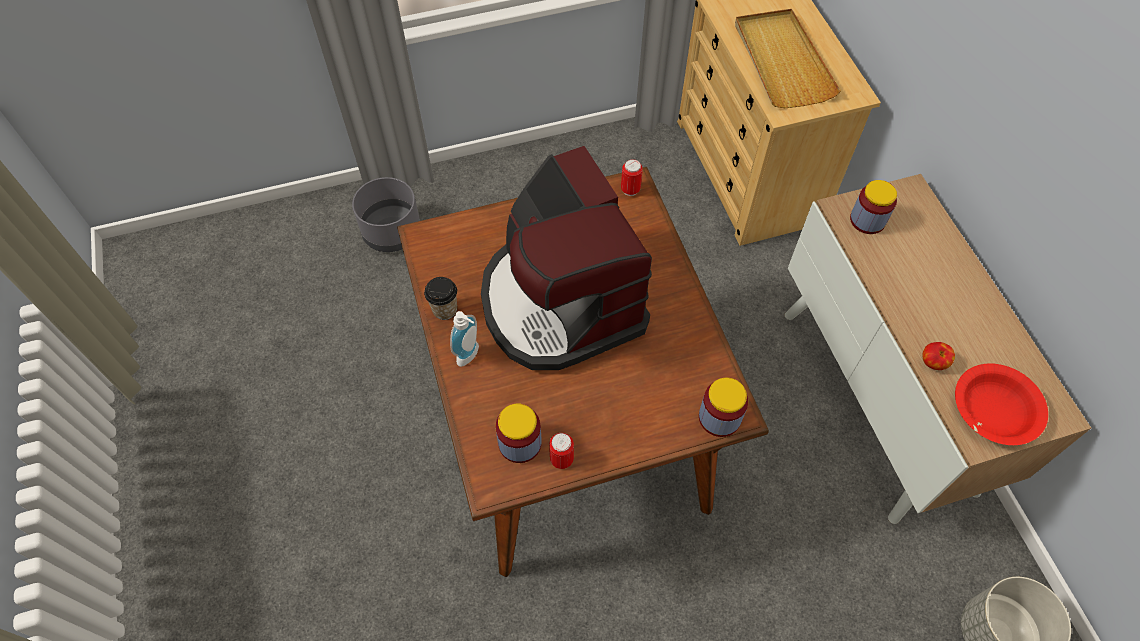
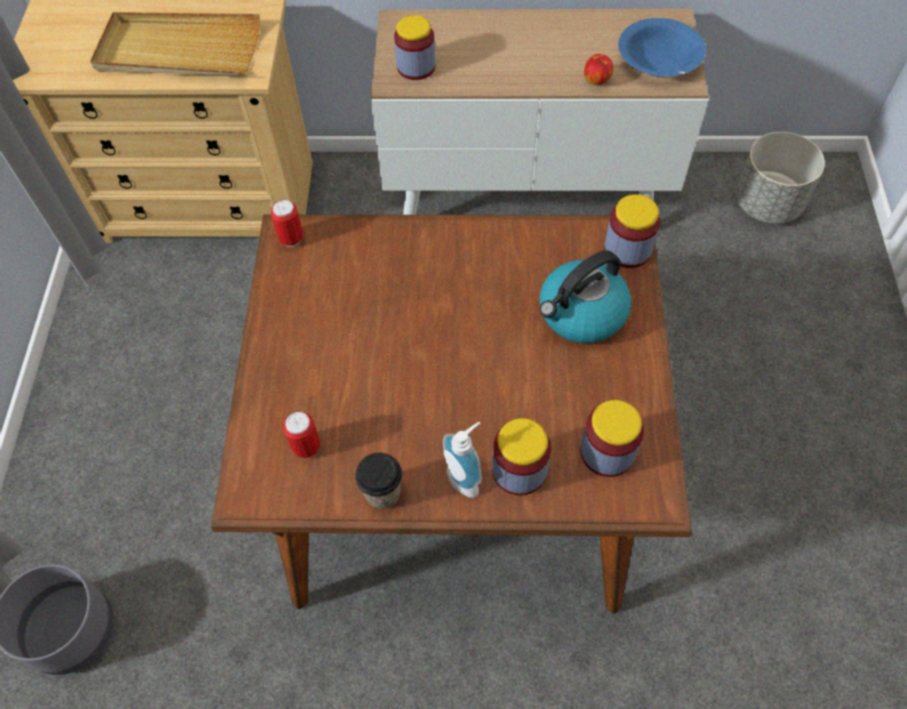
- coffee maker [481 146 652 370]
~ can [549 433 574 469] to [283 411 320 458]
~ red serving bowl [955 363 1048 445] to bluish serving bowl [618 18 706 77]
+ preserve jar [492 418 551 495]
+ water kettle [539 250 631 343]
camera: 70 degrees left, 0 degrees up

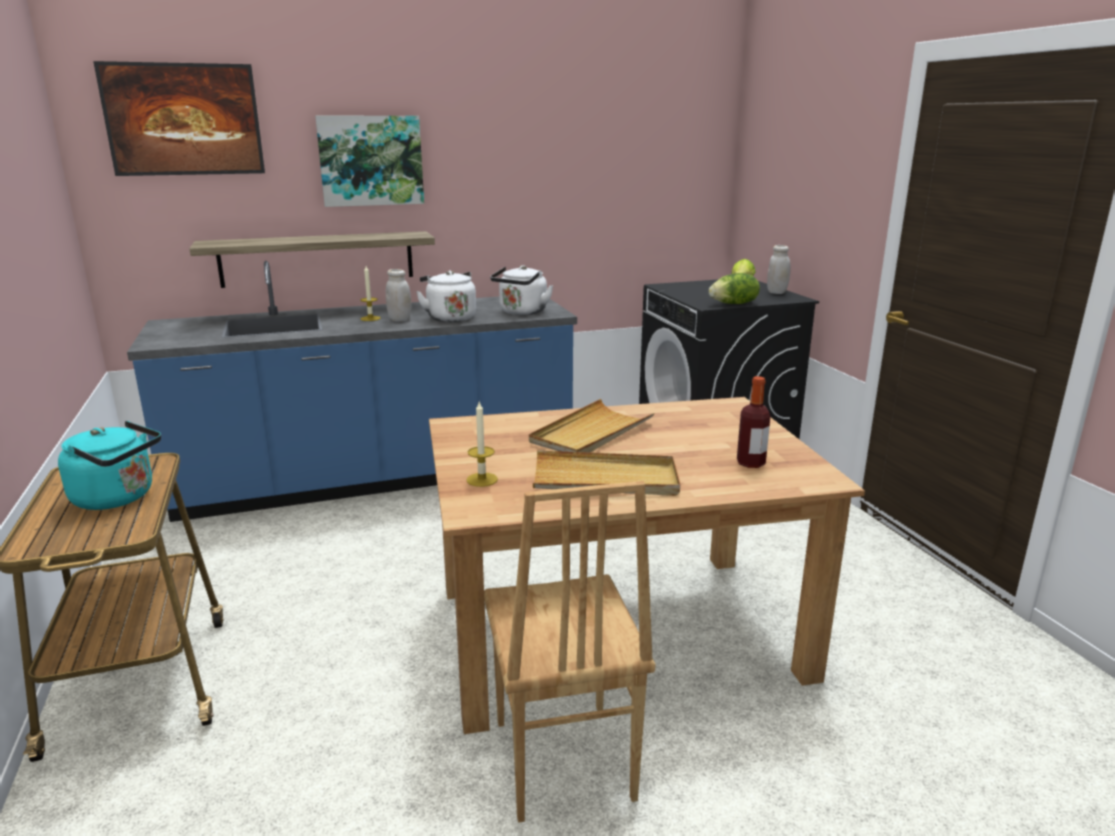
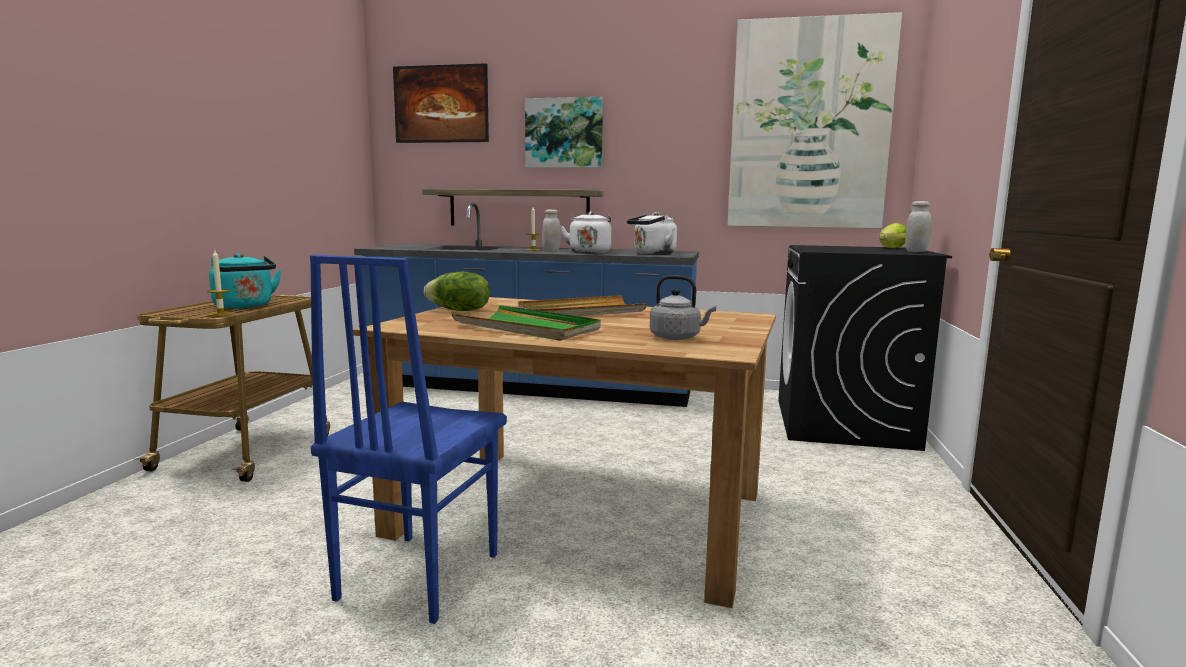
~ wax candle [466 402 498 487] to [207 250 234 316]
~ brown upright chair [484 481 656 822] to bluish upright chair [310 255 507 624]
~ beige-coloured serving tray [533 450 680 496] to green-coloured serving tray [452 305 601 341]
~ lettuce [709 273 760 304] to [424 272 490 311]
~ drink bottle [737 376 770 468] to gray water kettle [650 275 716 340]
+ wall picture [727 12 902 228]
camera: 30 degrees right, 10 degrees down

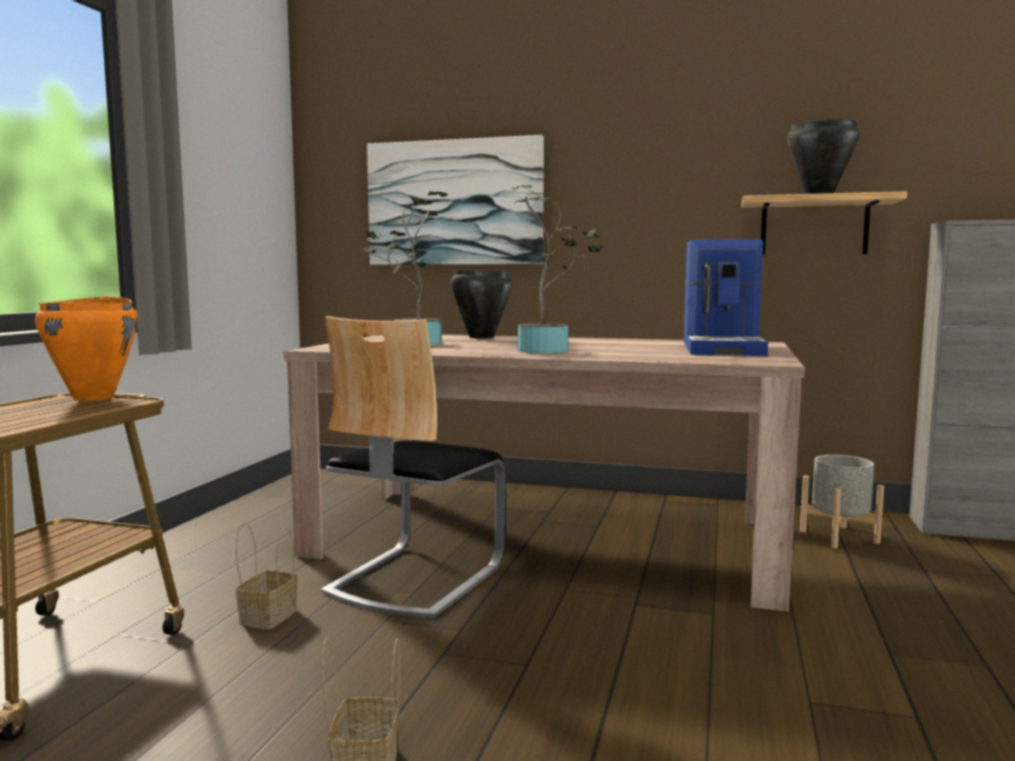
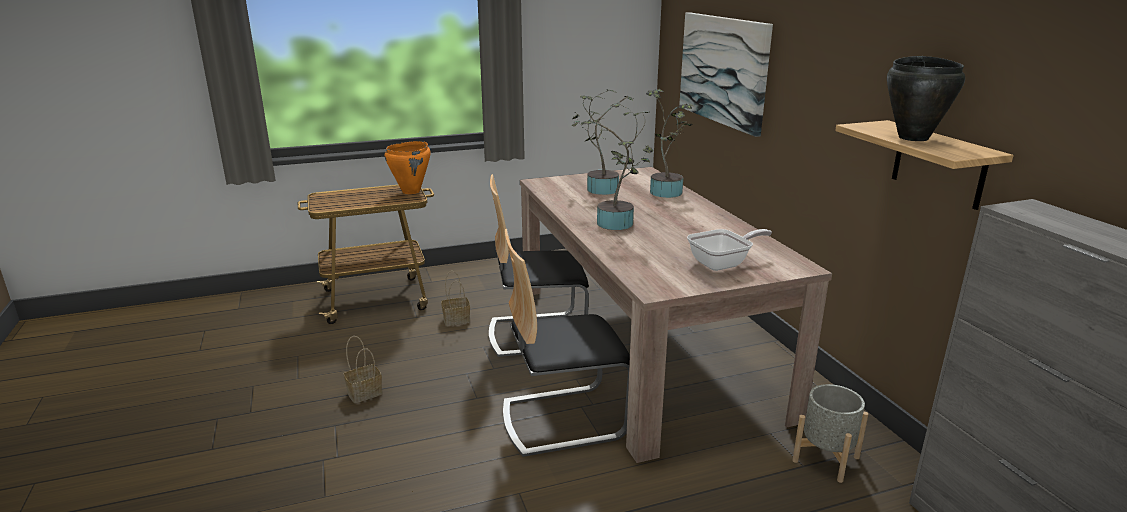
~ black stockpot [451 269 512 339] to potted plant [646 89 695 198]
~ coffee maker [684 239 768 356] to skillet [687 229 772 271]
+ upright chair [503 229 630 457]
camera: 55 degrees right, 15 degrees up

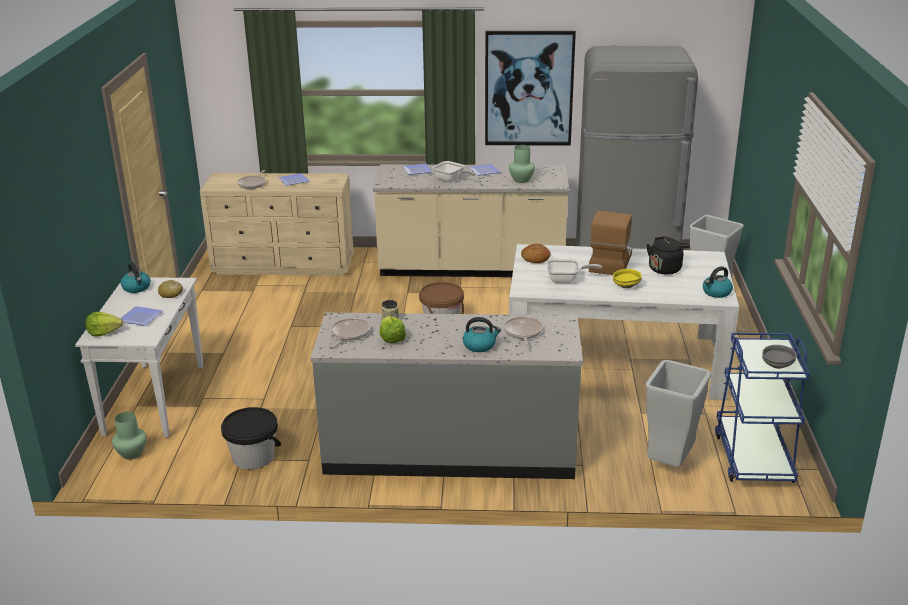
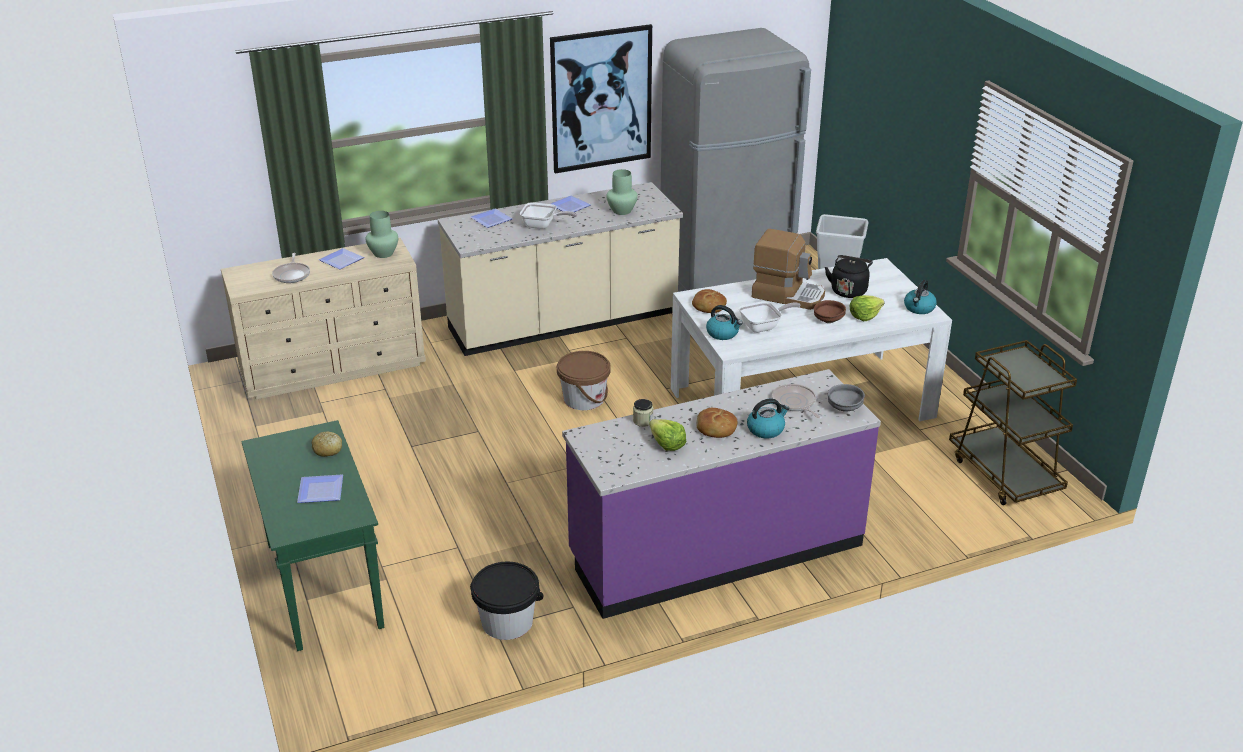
~ white hall table [75 277 203 437] to green-coloured hall table [241 420 384 651]
~ lettuce [86 312 123 337] to [850 295 885 321]
~ green-coloured decorative vase [112 412 147 459] to [366 211 398 258]
~ water kettle [121 262 150 293] to [706 305 743 340]
~ gray kitchen base unit [310 313 583 479] to purple-coloured kitchen base unit [562 369 881 619]
- skillet [328 318 370 345]
~ coffee maker [589 211 632 275] = [752 229 825 310] 120 degrees clockwise
~ yellow-coloured serving bowl [613 269 642 288] to brown serving bowl [814 300 846 323]
- gray rubbish bin [645 360 711 467]
~ bluish trolley [715 333 810 483] to brown trolley [949 340 1077 505]
~ gray serving bowl [762 345 797 369] to [828 384 865 412]
+ bread [697 408 738 438]
camera: 25 degrees left, 5 degrees up

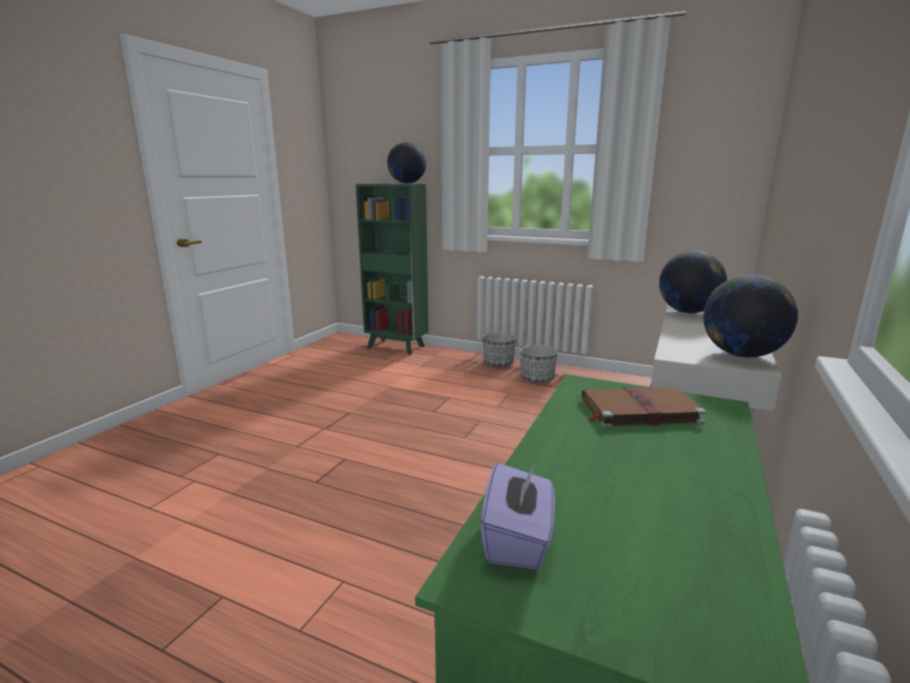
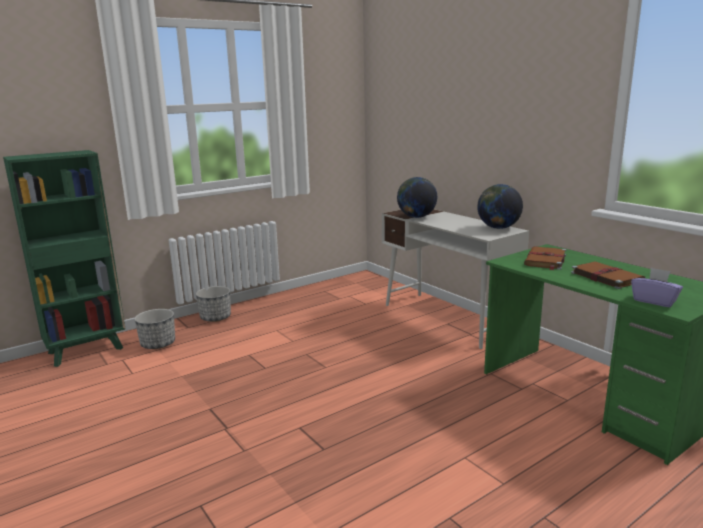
- world globe [387 142 426 184]
~ plant pot [520 345 558 383] to [134 309 175 349]
+ brown bound book [571 261 645 289]
camera: 60 degrees left, 0 degrees up

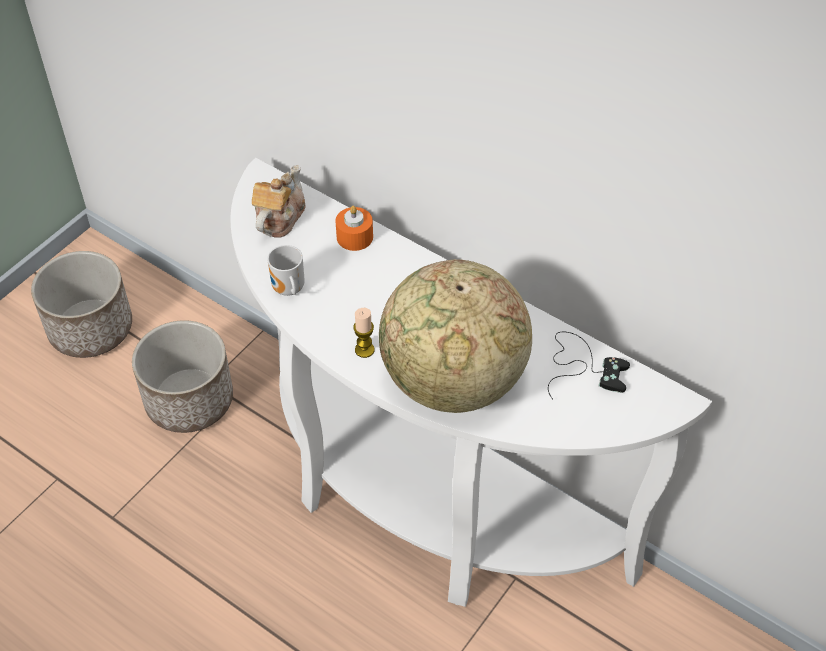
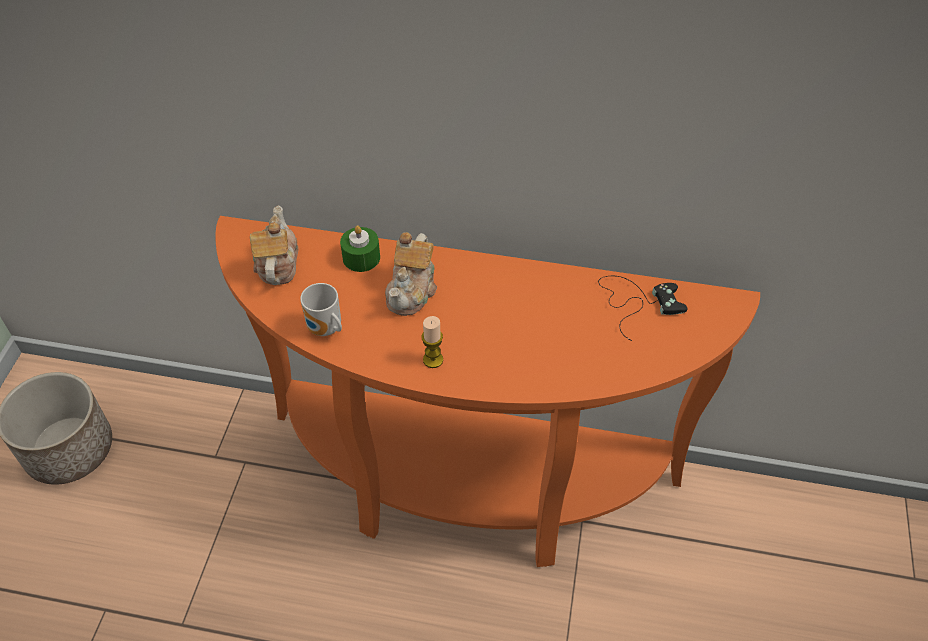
- plant pot [132 320 233 433]
~ white hall table [230 158 712 607] to orange hall table [215 216 760 567]
~ orange wax candle [335 206 373 251] to green-coloured wax candle [340 225 380 272]
- world globe [379 259 532 413]
+ tea pot [385 232 437 316]
camera: 25 degrees left, 0 degrees up

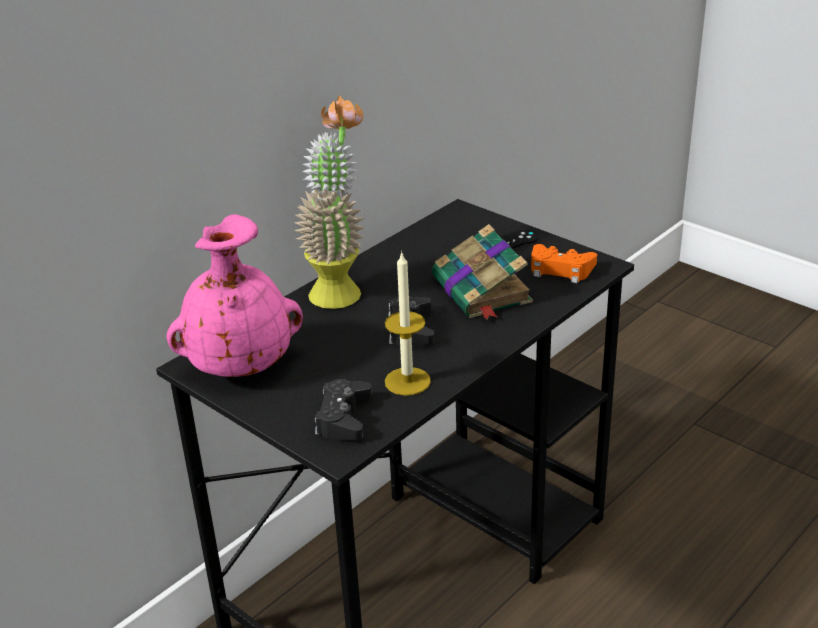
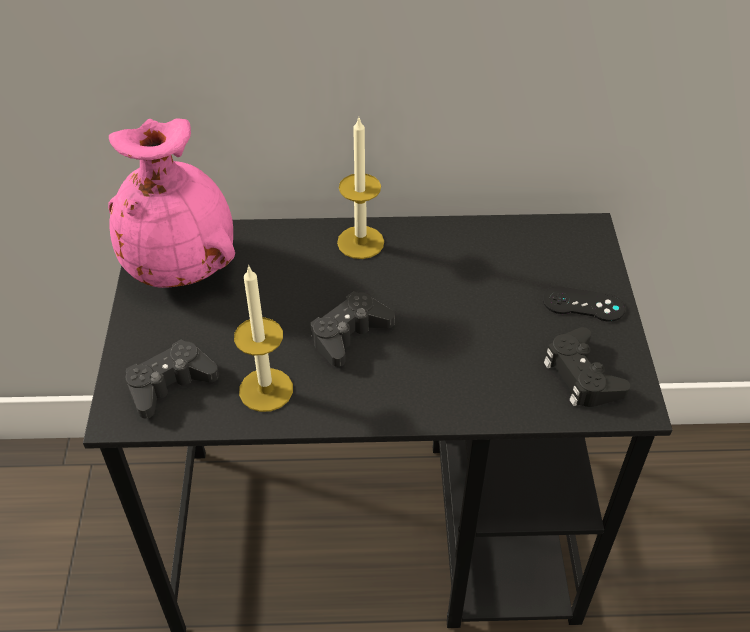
~ potted plant [294 96 365 309] to wax candle [337 118 384 259]
- bound book [432 224 533 320]
~ orange game controller [531 244 597 283] to black game controller [544 327 630 407]
camera: 45 degrees right, 15 degrees up

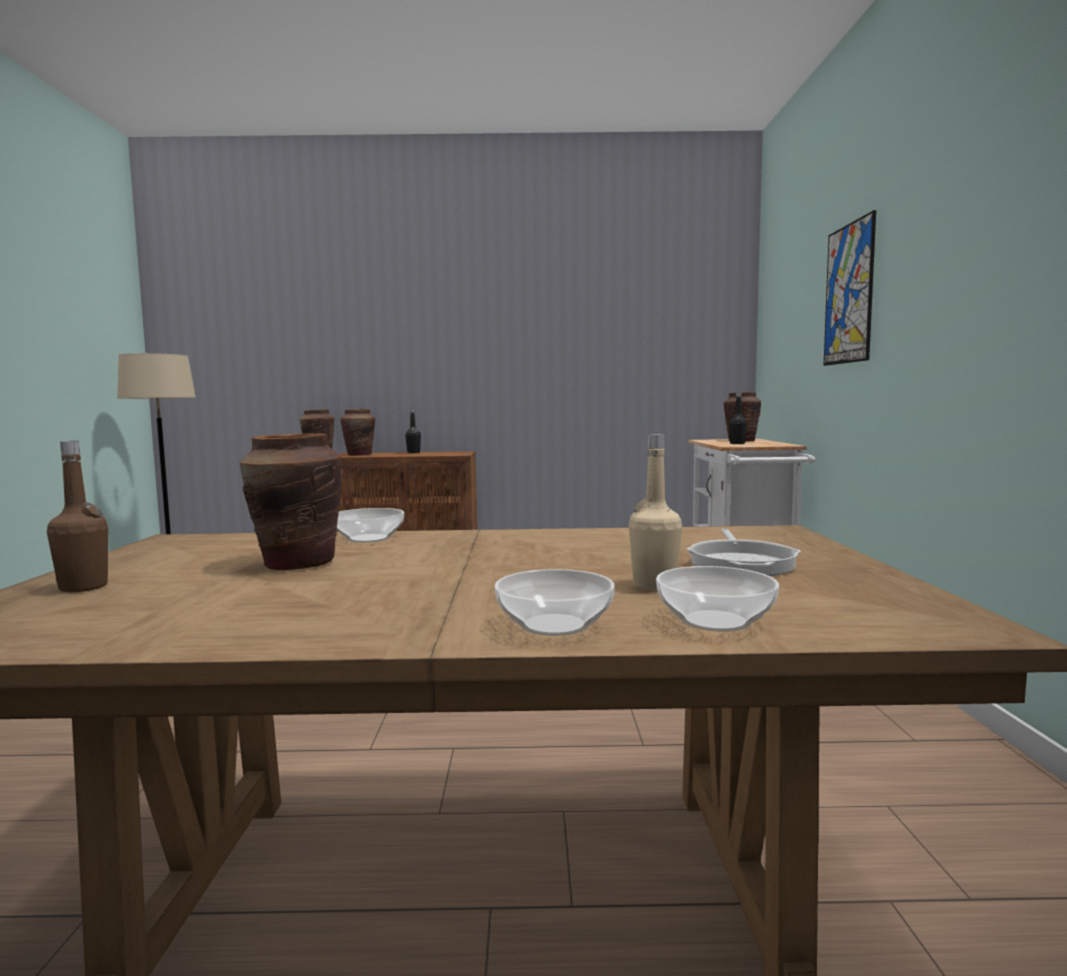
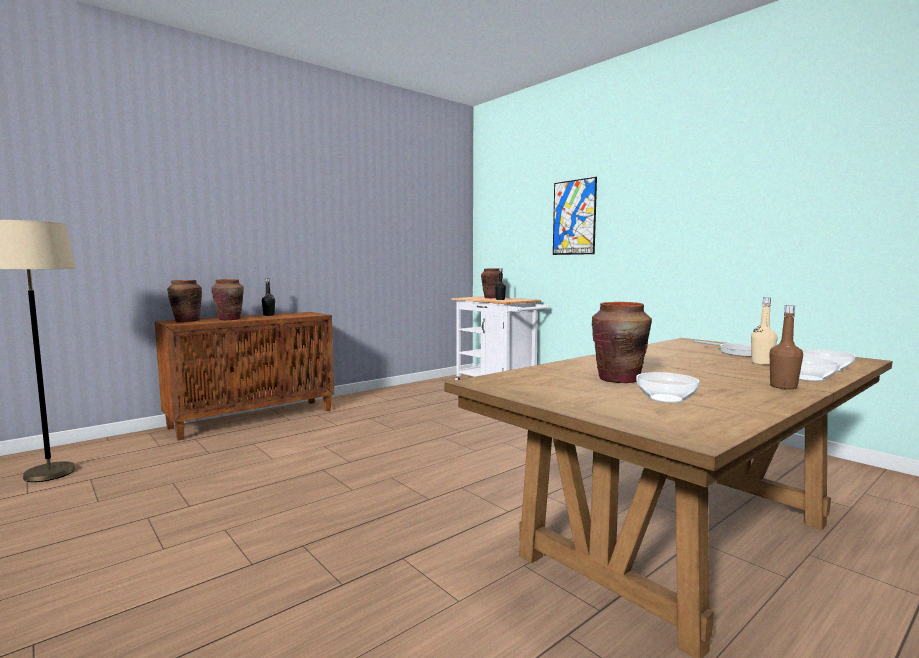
~ brown drink bottle [47 441 108 592] to [770 305 803 389]
~ serving bowl [337 508 404 543] to [636 372 700 403]
camera: 40 degrees left, 0 degrees up

